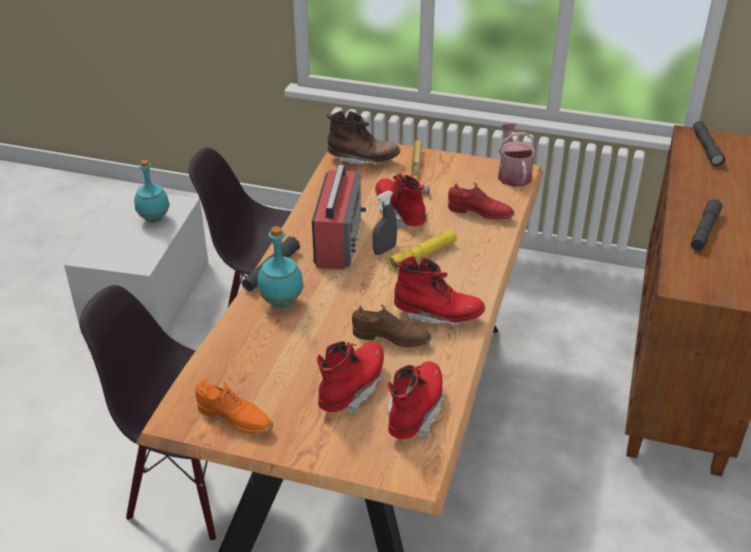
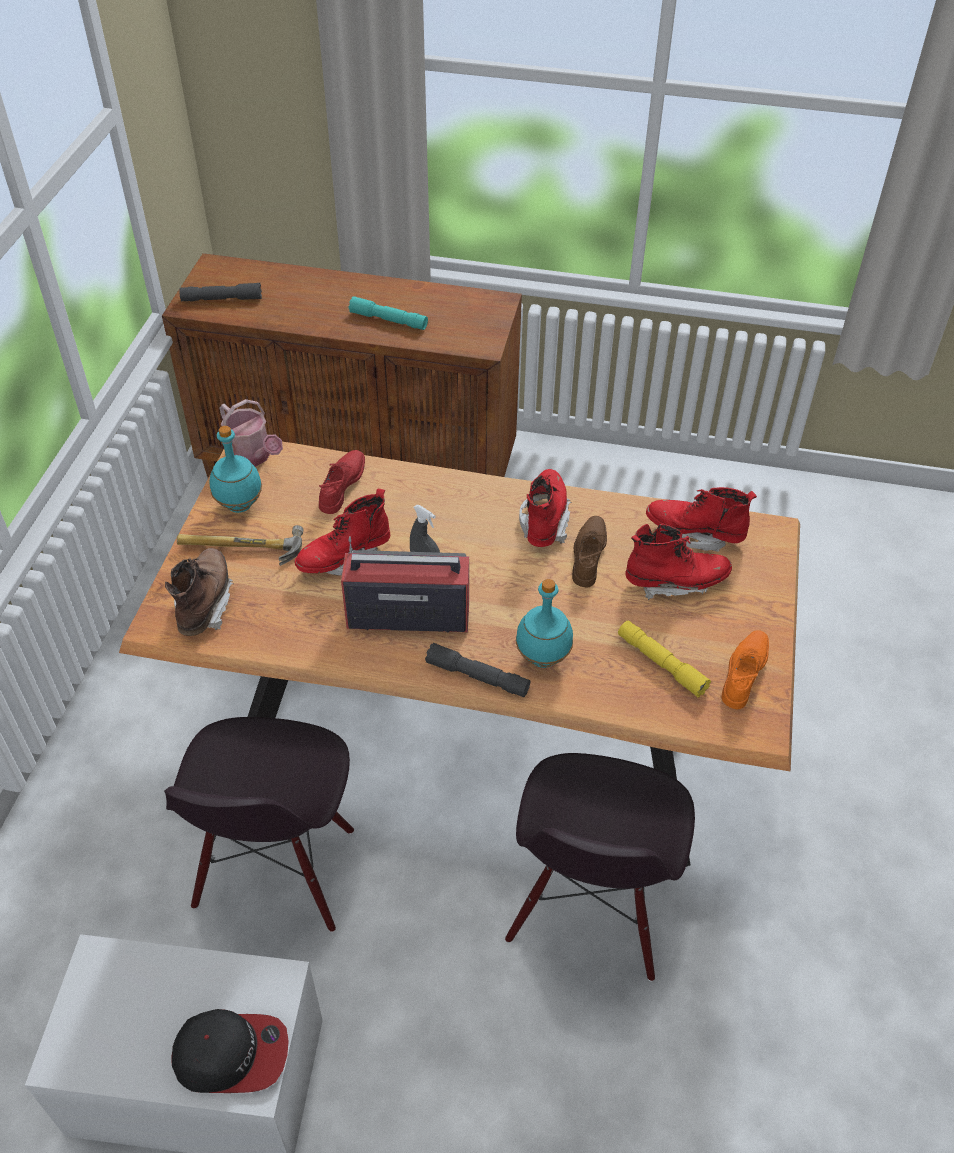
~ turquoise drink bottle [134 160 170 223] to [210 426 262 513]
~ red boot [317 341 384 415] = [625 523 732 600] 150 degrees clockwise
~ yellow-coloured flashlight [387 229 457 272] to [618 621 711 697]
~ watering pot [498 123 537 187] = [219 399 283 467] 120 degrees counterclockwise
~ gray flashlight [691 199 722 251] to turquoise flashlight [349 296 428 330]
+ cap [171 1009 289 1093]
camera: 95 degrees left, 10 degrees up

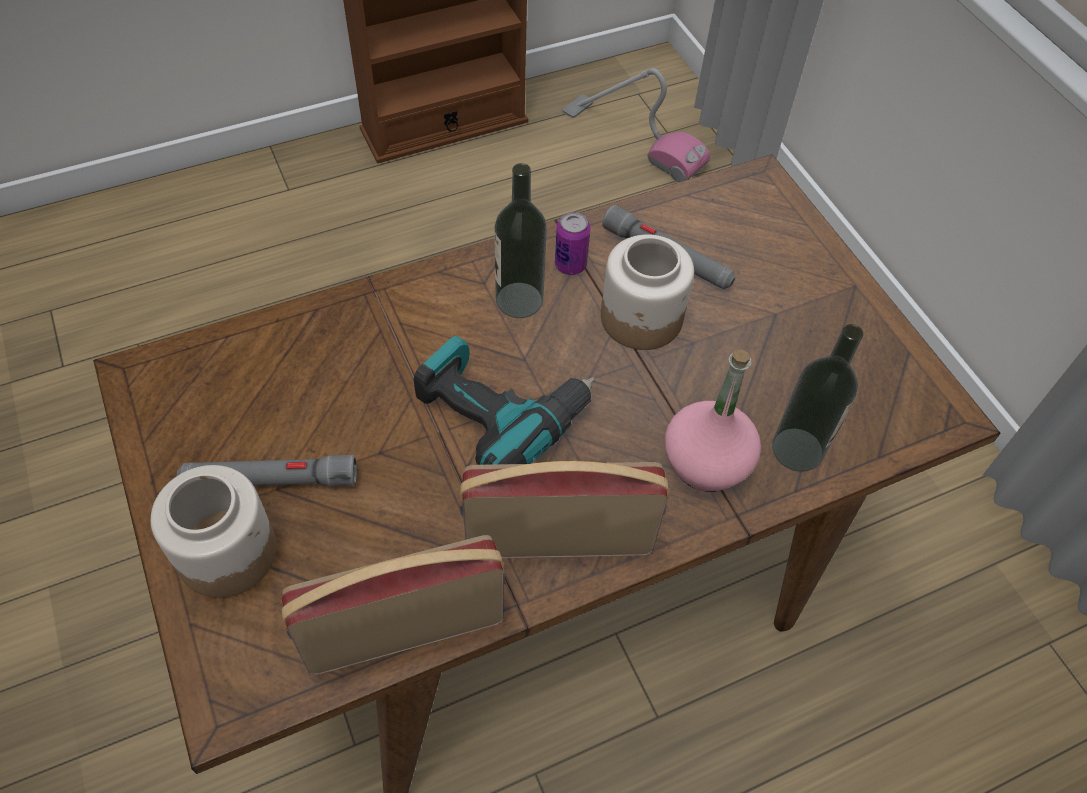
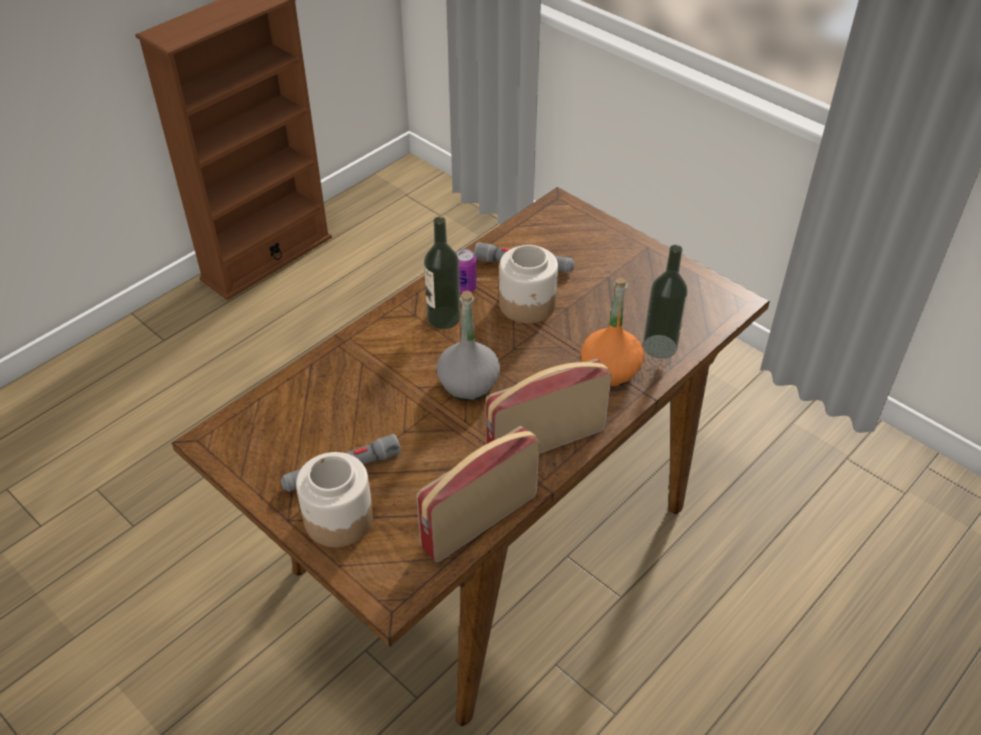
~ electric drill [414 336 595 465] to gray drink bottle [436 291 500 401]
- hoover [562 68 710 182]
~ pinkish drink bottle [665 350 761 492] to orange drink bottle [581 278 644 386]
camera: 20 degrees left, 10 degrees down

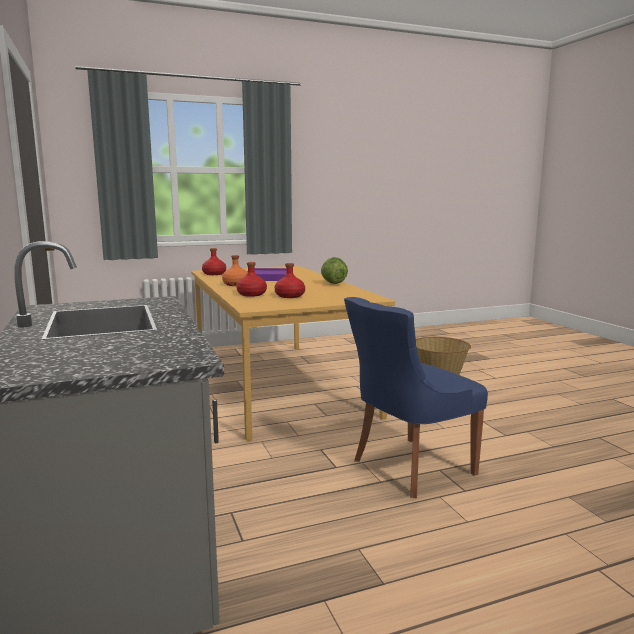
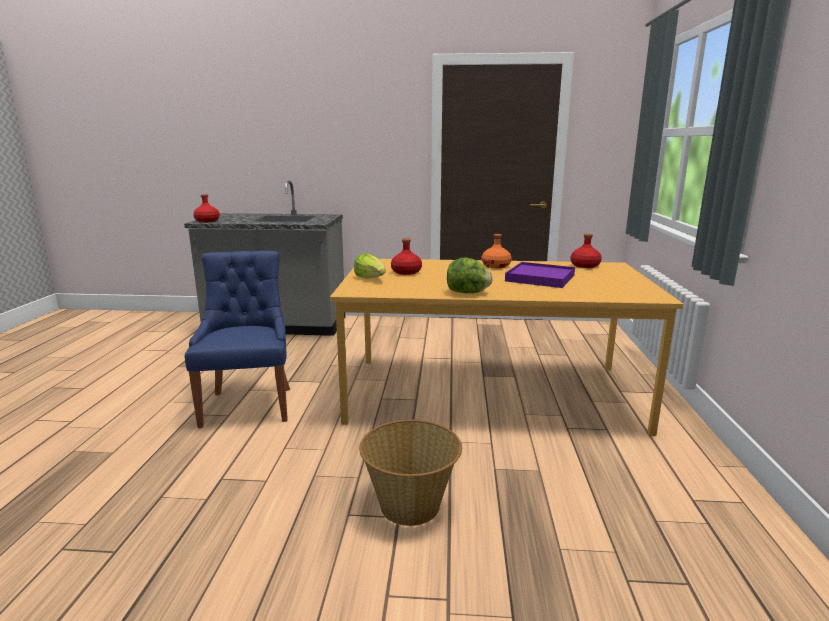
~ red drink bottle [236 262 267 297] to [193 194 220 222]
+ lettuce [354 253 385 279]
camera: 115 degrees right, 5 degrees up

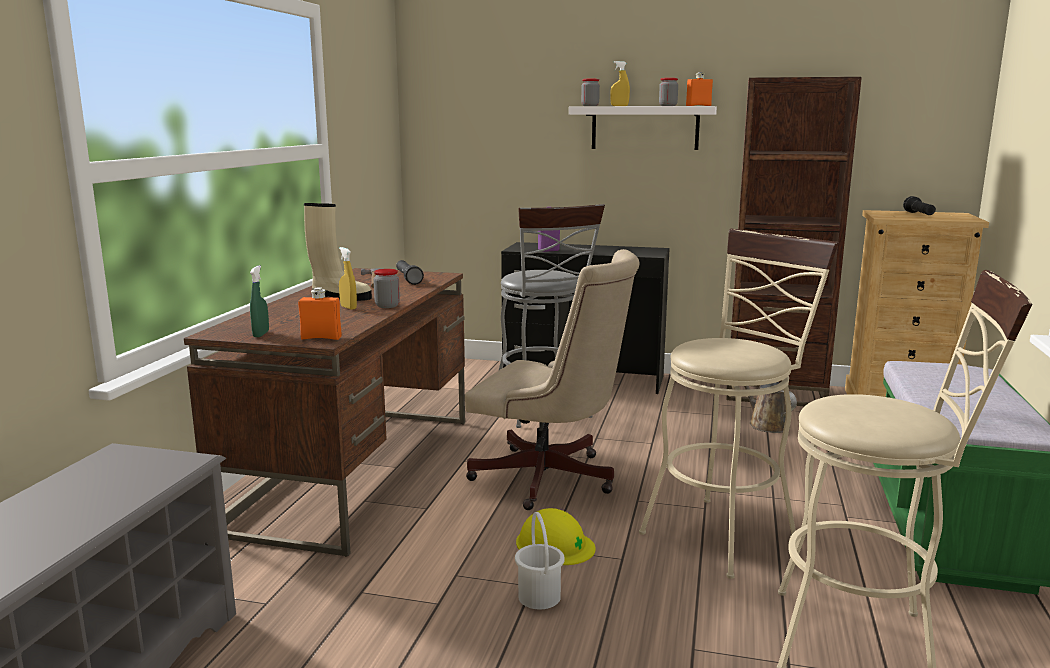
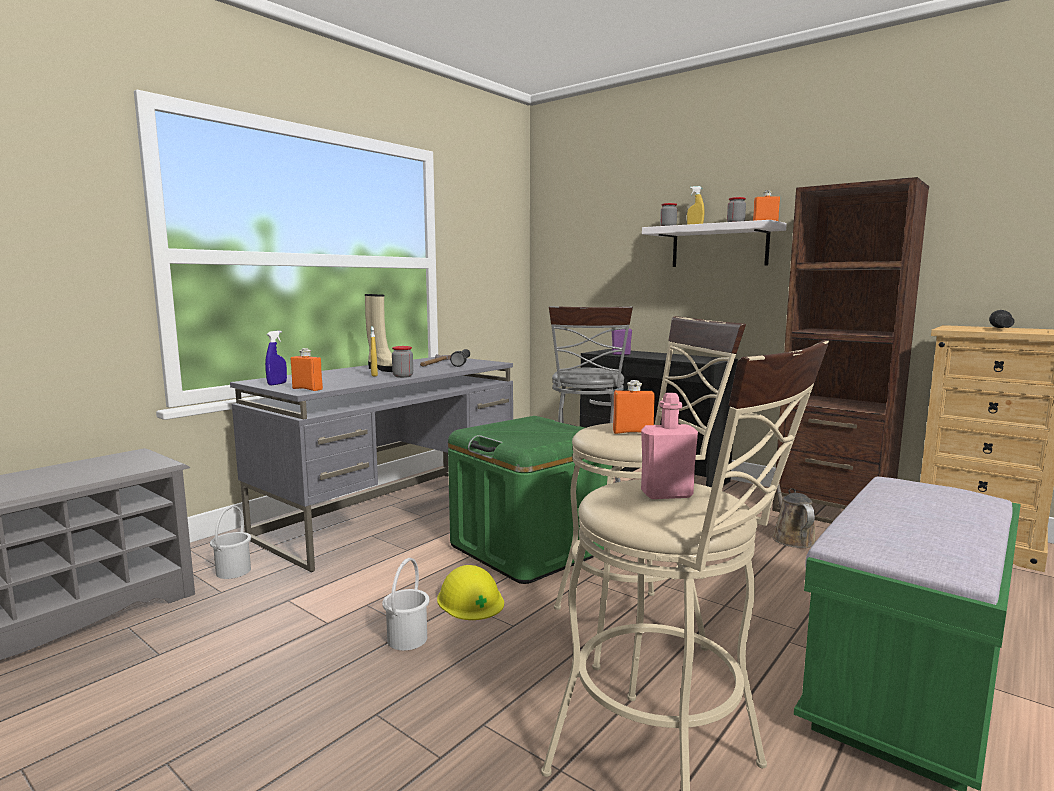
~ brown desk [184 268 465 556] to gray desk [230 357 513 572]
~ green-coloured hand sprayer [250 266 269 337] to bluish hand sprayer [265 331 287 385]
~ beige-coloured desk chair [465 249 640 510] to green-coloured storage box [448 416 613 584]
+ white water bucket [210 505 251 579]
+ orange drink bottle [613 380 655 434]
+ pinkish drink bottle [641 393 698 499]
camera: 25 degrees right, 5 degrees down

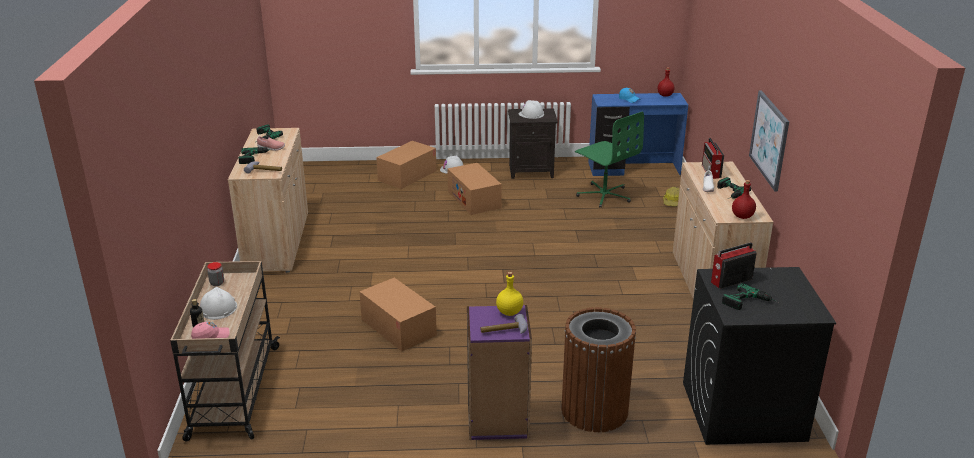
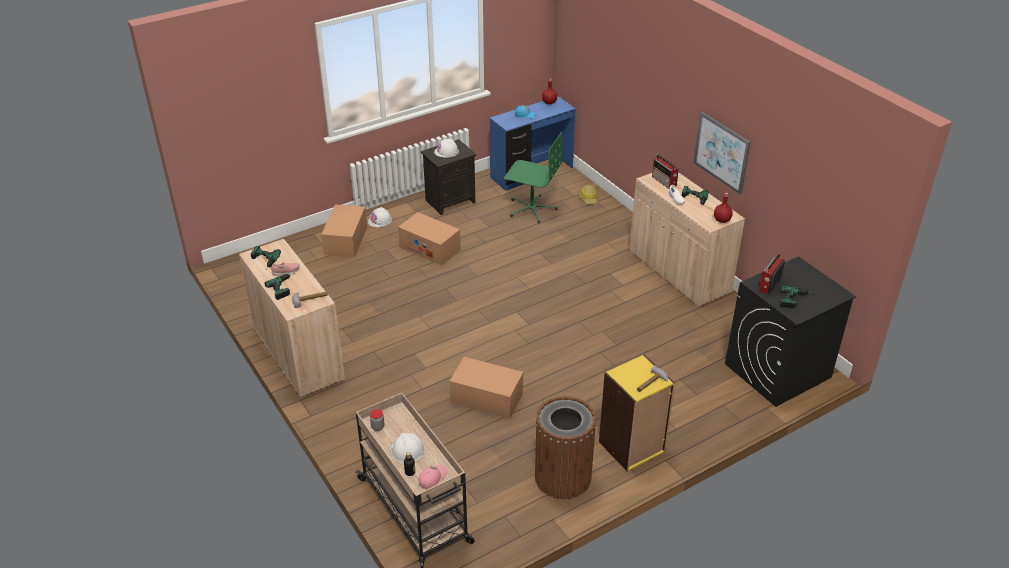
~ purple-coloured shelving unit [467 305 532 440] to yellow-coloured shelving unit [599 355 675 472]
- yellow-coloured drink bottle [496 272 523 316]
~ brown rubbish bin [562 307 636 432] to [535 396 596 499]
camera: 30 degrees left, 10 degrees up

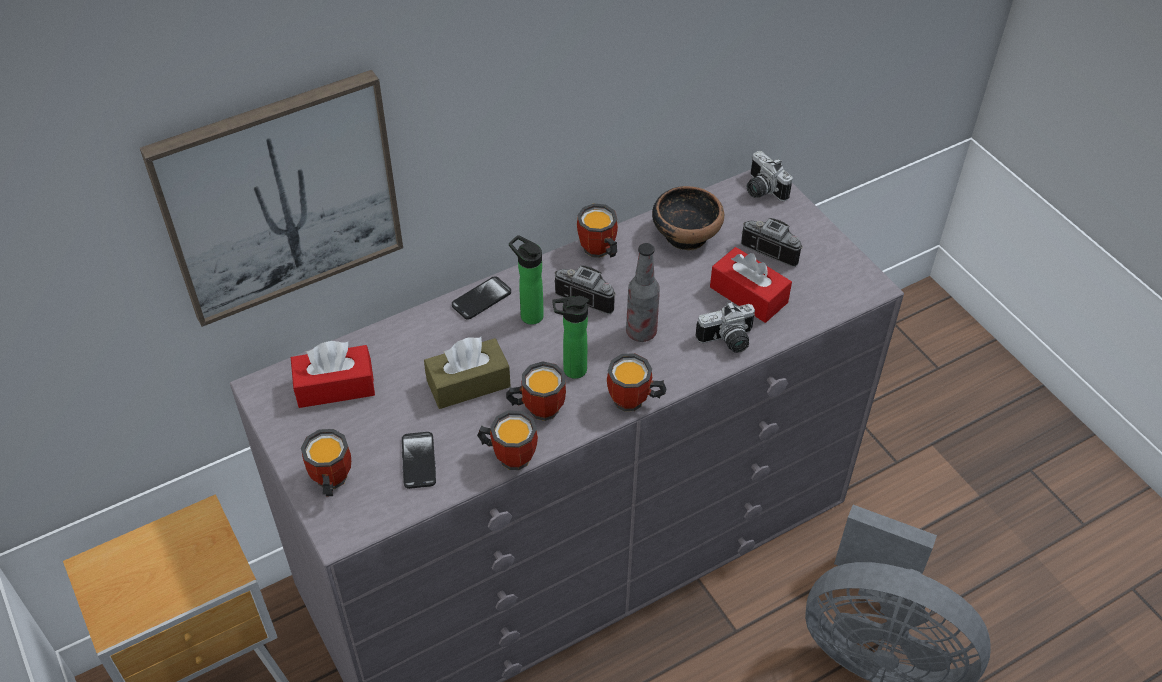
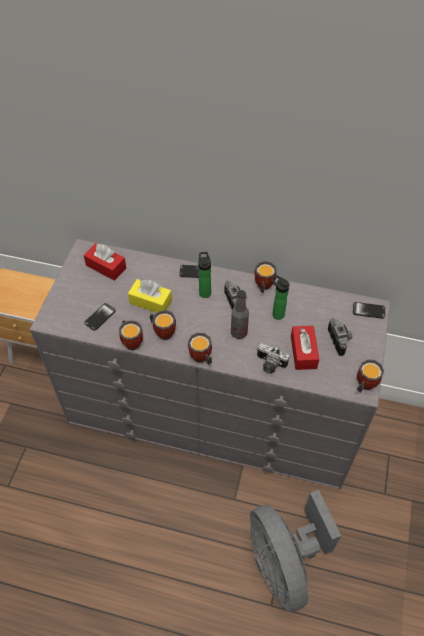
- wall picture [140 70 403 327]
~ mug [301 429 351 496] to [357 359 384 392]
~ brown tissue box [424 337 511 409] to yellow-coloured tissue box [128 279 172 313]
~ drink bottle [552 296 589 379] to [271 275 290 320]
- serving bowl [652 186 724 251]
~ photo camera [747 151 793 201] to phone [353 302 385 319]
camera: 45 degrees right, 5 degrees up

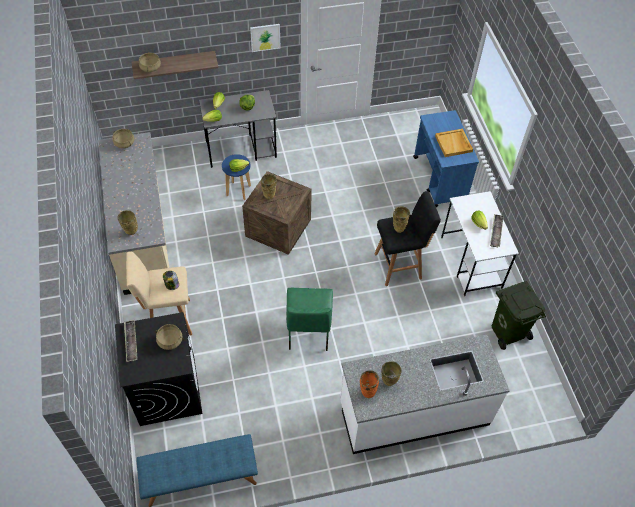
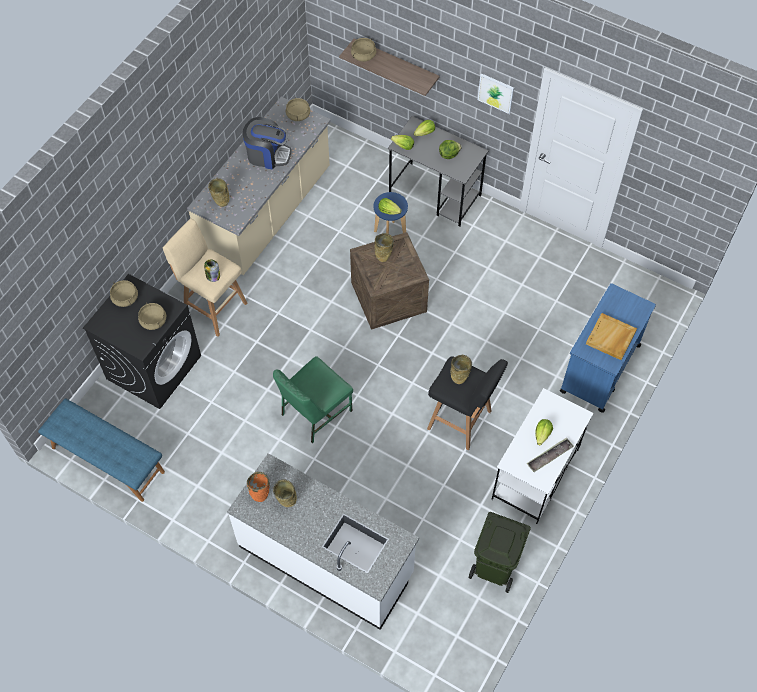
~ serving tray [124 320 138 362] to beige-coloured stockpot [110 280 138 307]
+ coffee maker [243 117 291 169]
camera: 45 degrees right, 5 degrees up

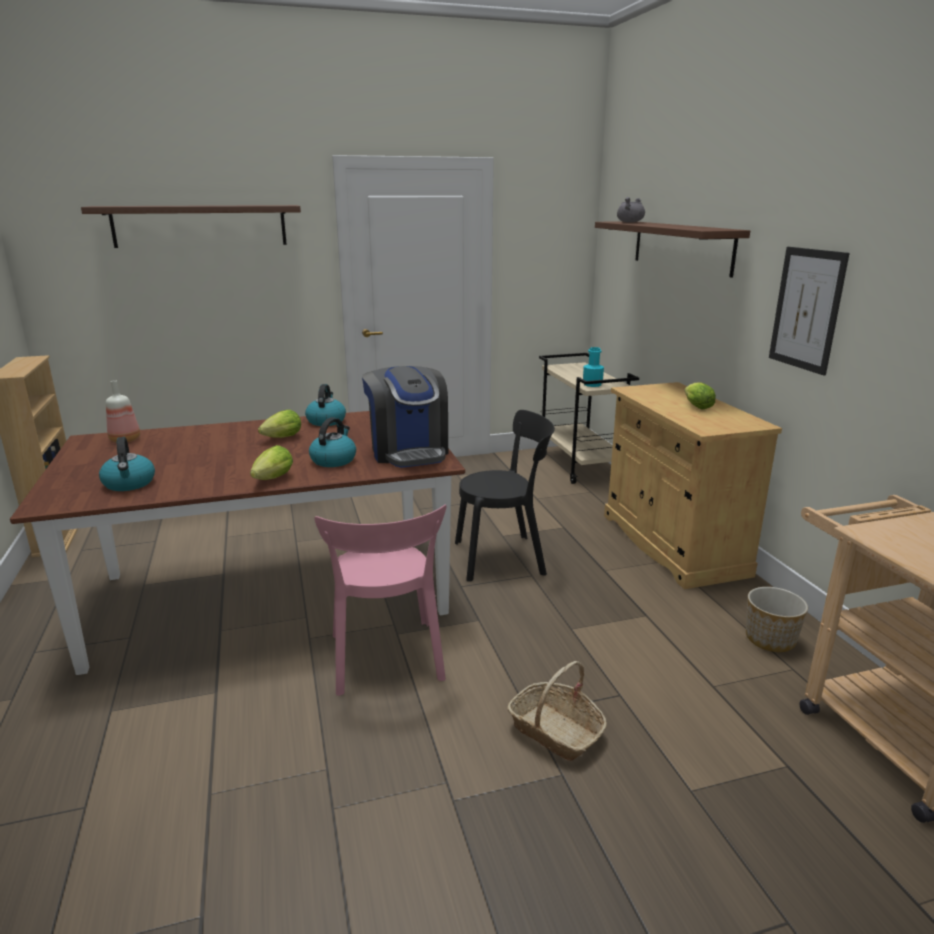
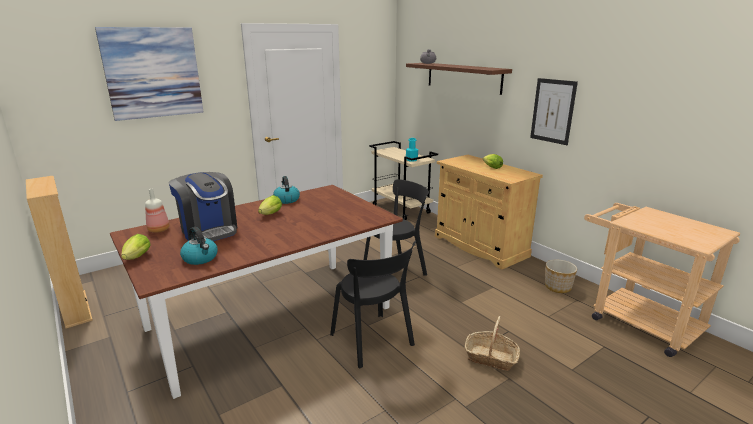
~ brown shelf [81 205 301 248] to wall picture [95 27 203 121]
~ lettuce [250 445 293 480] to [121 234 151 260]
- water kettle [309 417 356 467]
~ pinkish upright chair [314 505 447 696] to black upright chair [330 240 416 368]
~ coffee maker [362 366 448 468] to [169 172 237 241]
camera: 20 degrees left, 0 degrees up

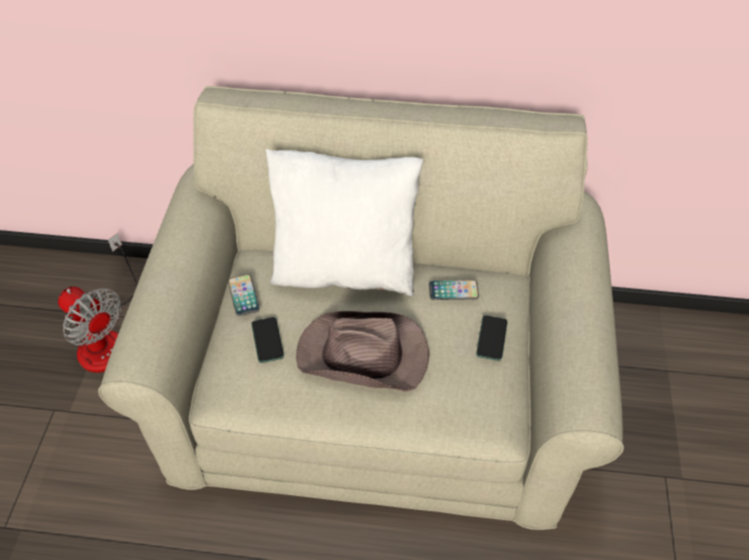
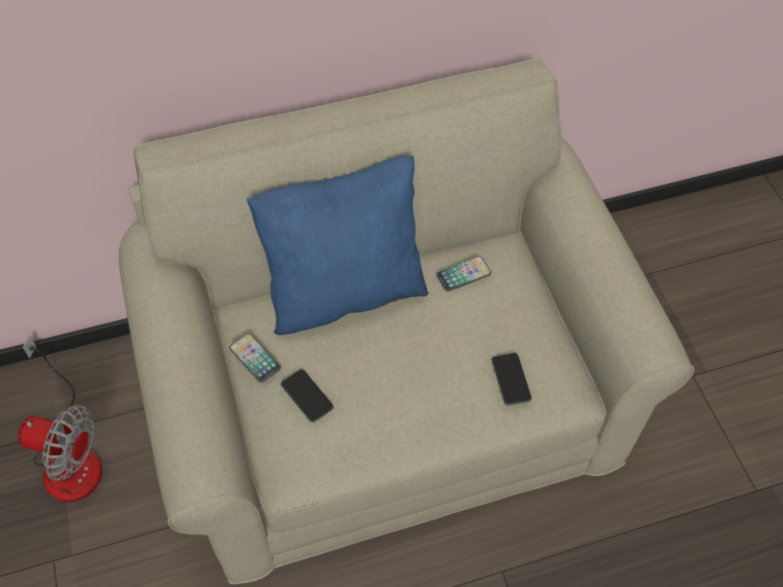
~ white throw pillow [266 149 424 296] to bluish throw pillow [247 156 428 335]
- brown wearable hat [296 311 429 392]
~ phone [476 315 508 361] to [491 353 532 405]
camera: 25 degrees left, 5 degrees up

